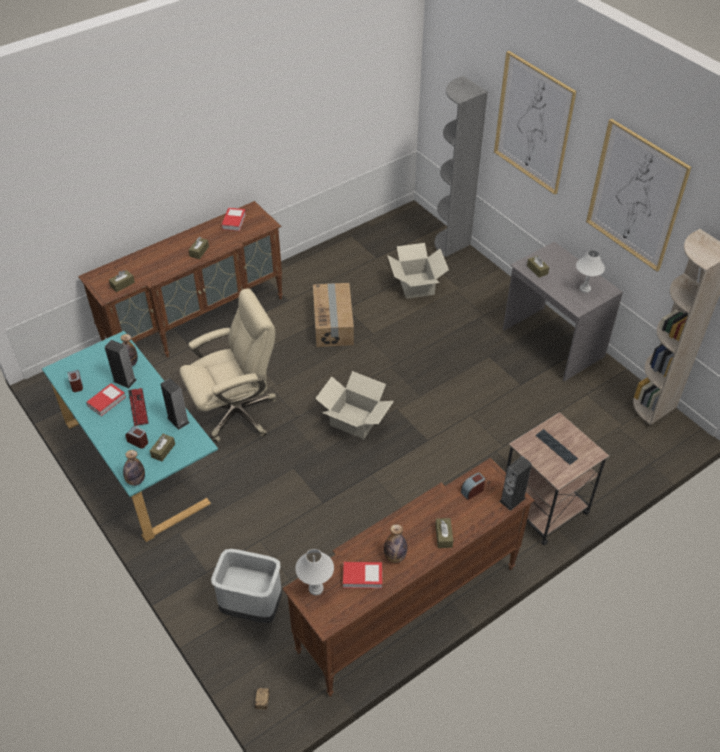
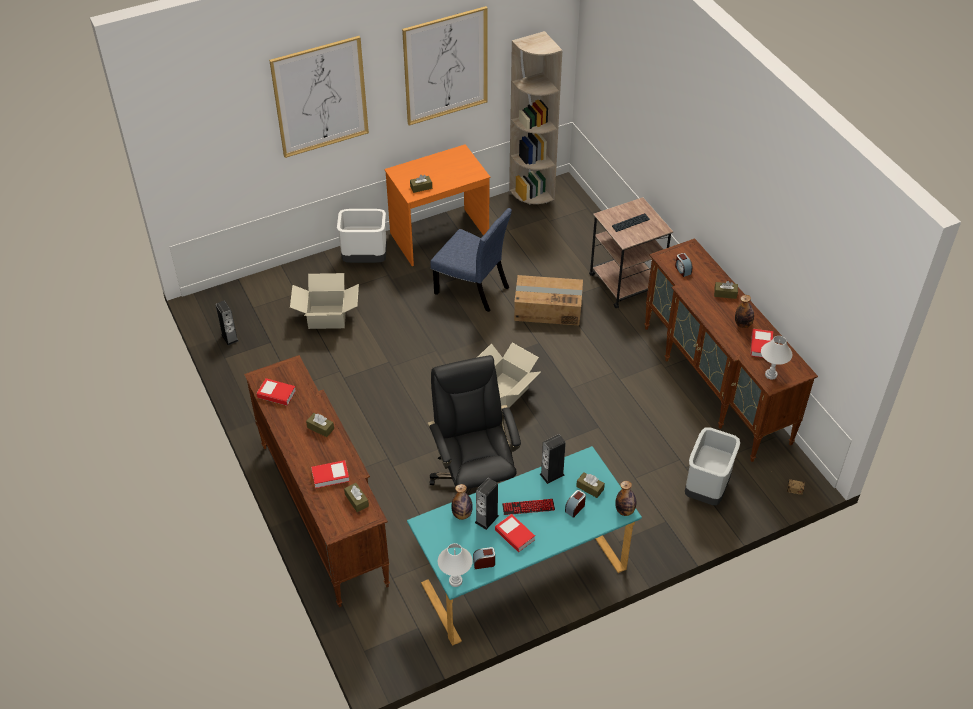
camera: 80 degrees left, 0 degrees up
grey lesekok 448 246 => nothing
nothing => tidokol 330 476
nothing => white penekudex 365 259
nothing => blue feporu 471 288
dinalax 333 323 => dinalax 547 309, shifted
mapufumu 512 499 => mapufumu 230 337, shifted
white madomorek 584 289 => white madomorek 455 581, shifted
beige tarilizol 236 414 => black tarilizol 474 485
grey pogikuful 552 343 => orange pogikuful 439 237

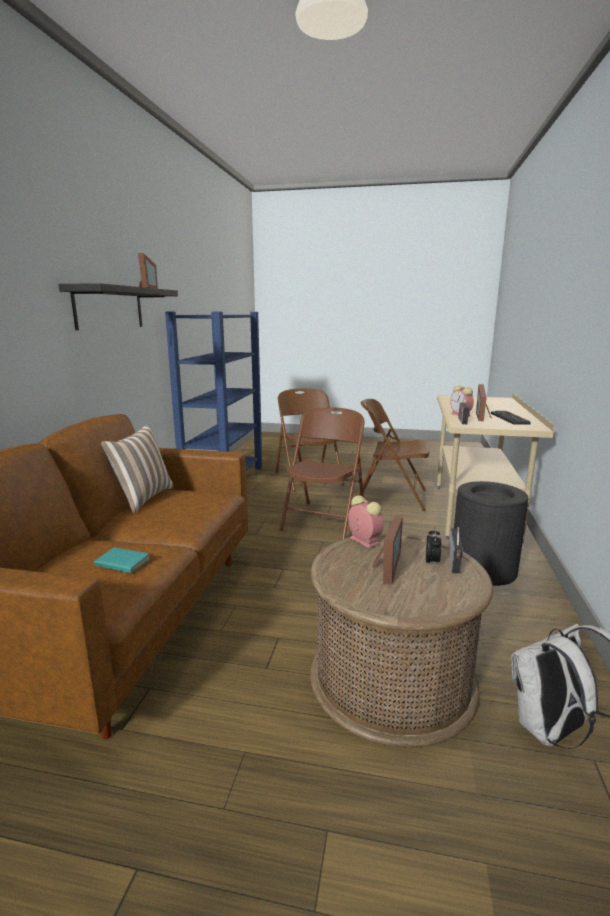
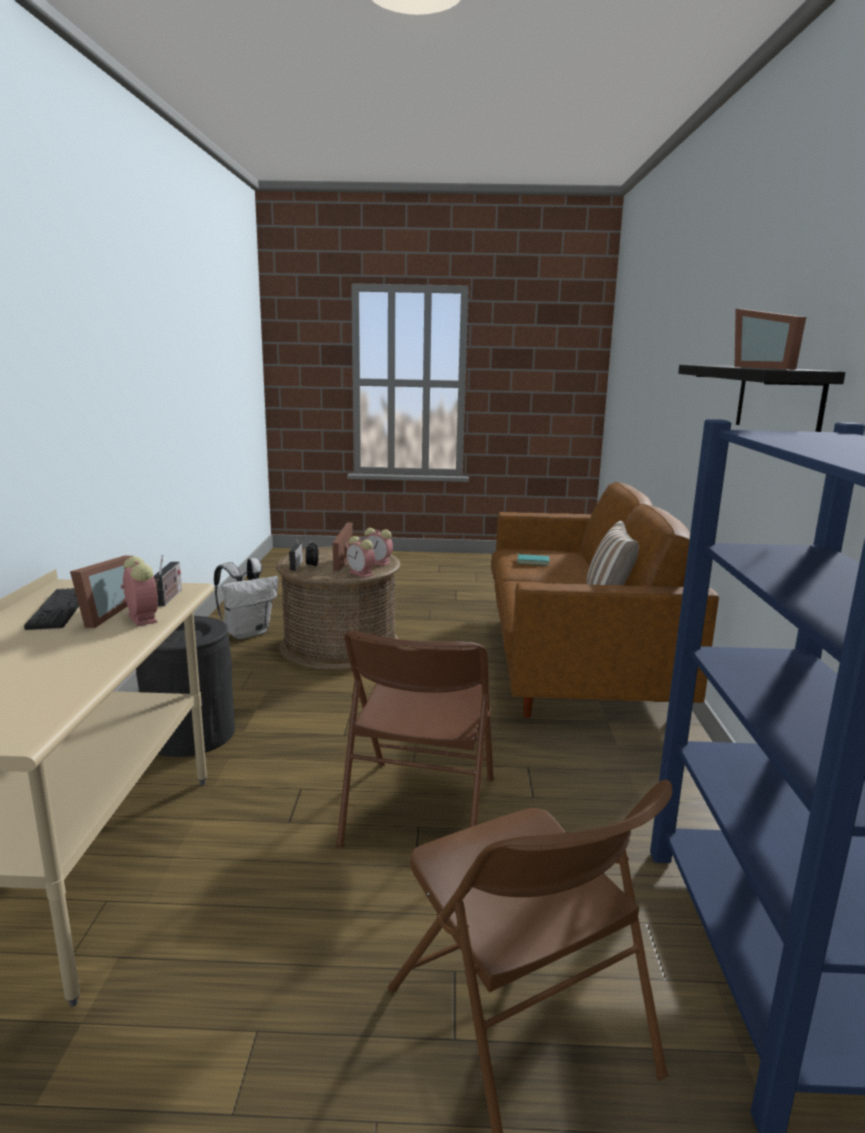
camera: 170 degrees right, 0 degrees up
brown feporu 391 497 => nothing
nothing => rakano 379 563

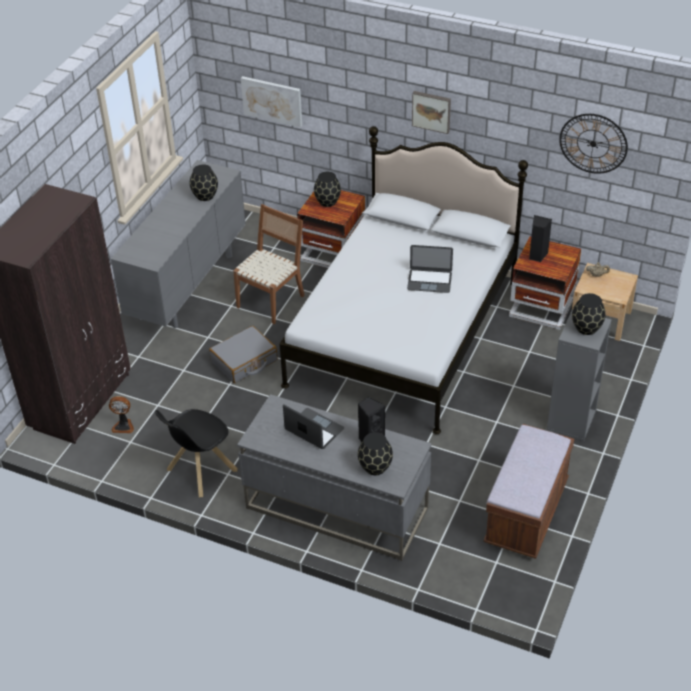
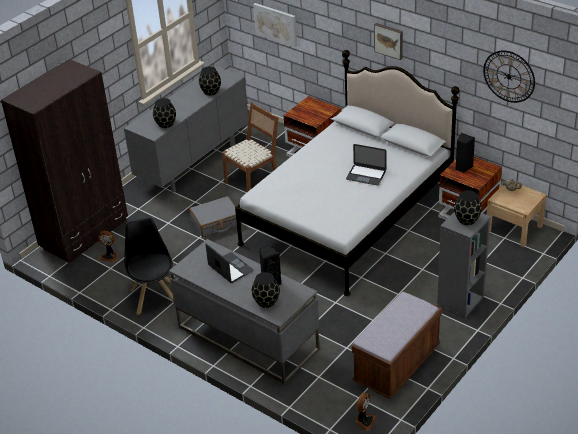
camera: 15 degrees right, 5 degrees down
nothing => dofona 364 421
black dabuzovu 327 202 => black dabuzovu 165 124, shifted
black feporu 200 471 => black feporu 154 296, 105 degrees clockwise

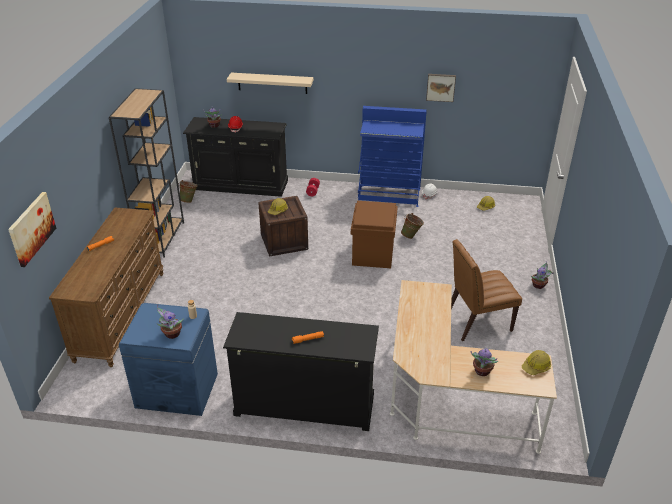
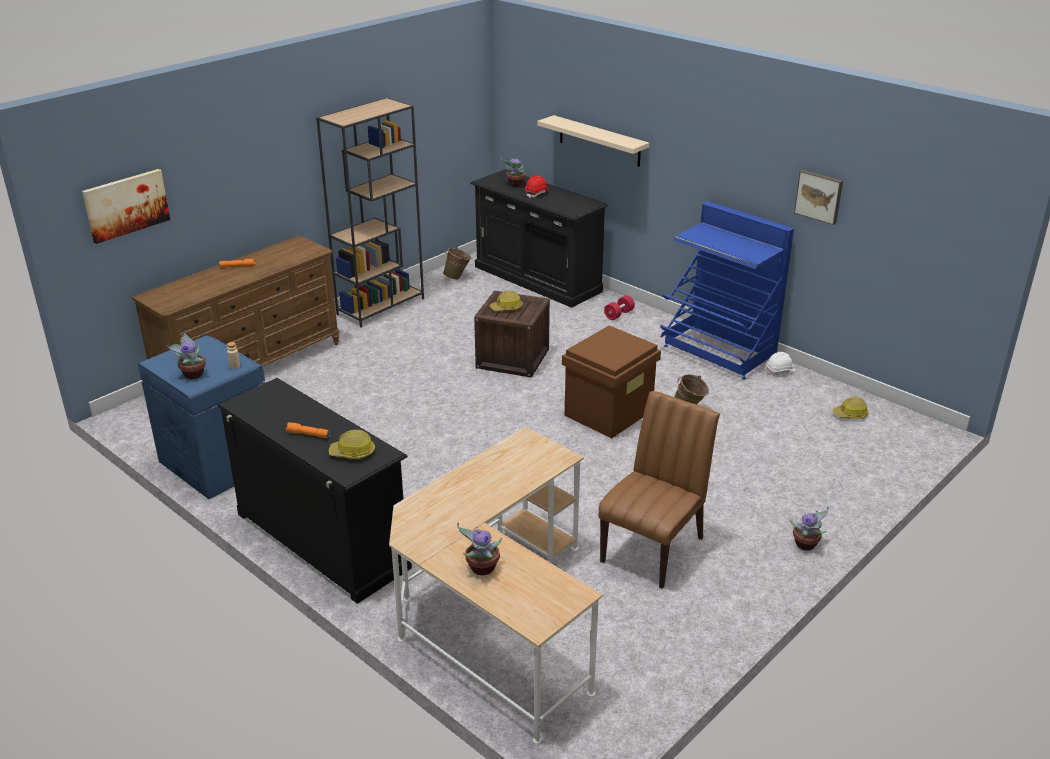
camera: 35 degrees right, 5 degrees down
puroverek 536 366 => puroverek 353 452, shifted
brown feporu 478 322 => brown feporu 652 551, 105 degrees clockwise

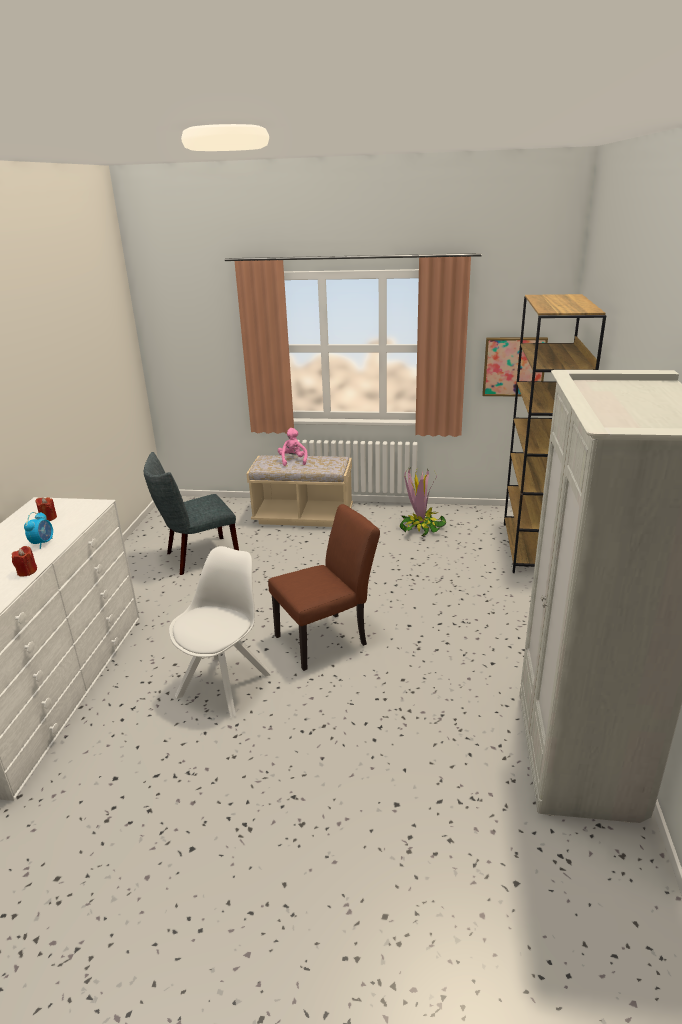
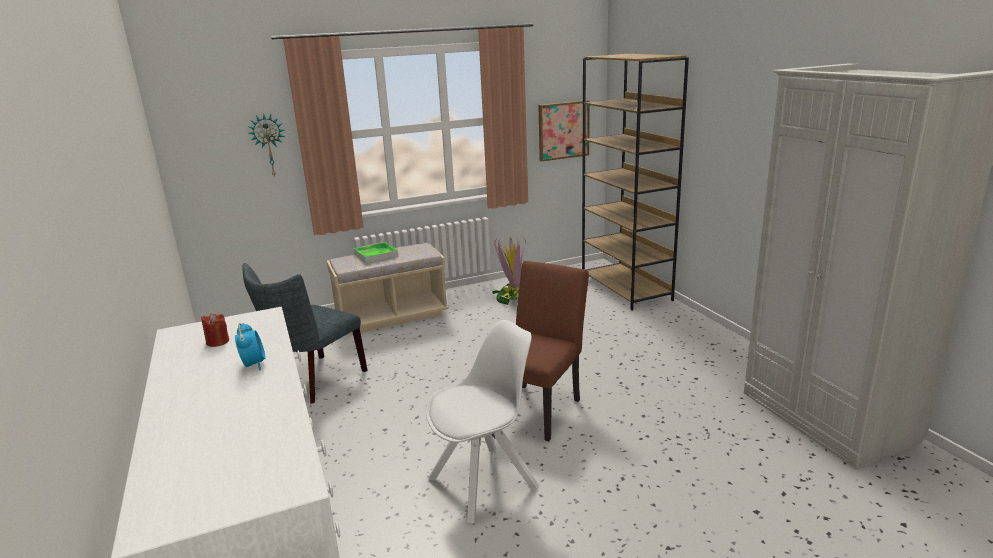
camera: 30 degrees left, 5 degrees down
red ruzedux 27 571 => nothing
nothing => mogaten 268 145
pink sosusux 293 460 => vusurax 376 255
white feporu 225 684 => white feporu 485 482, 60 degrees clockwise

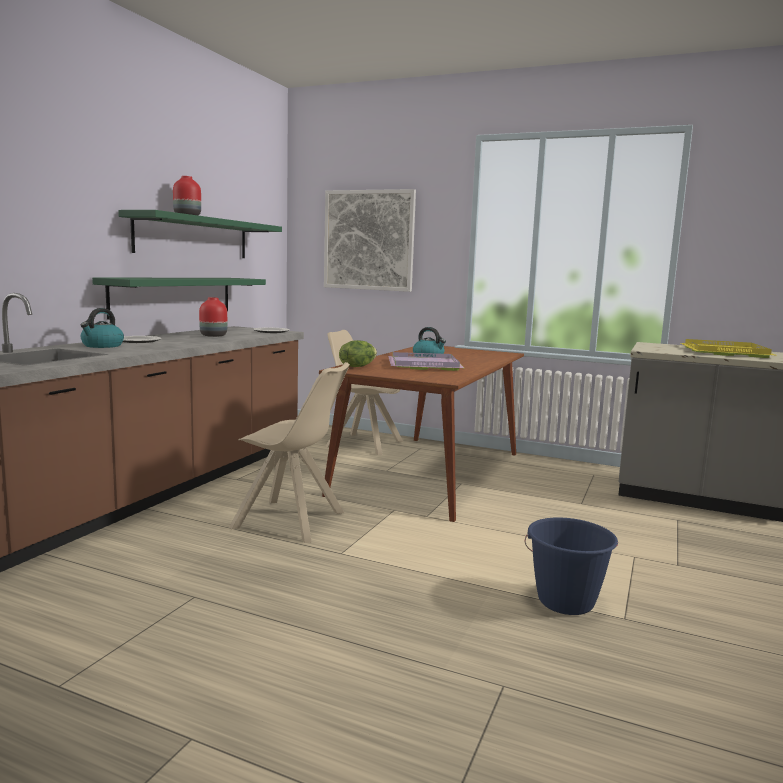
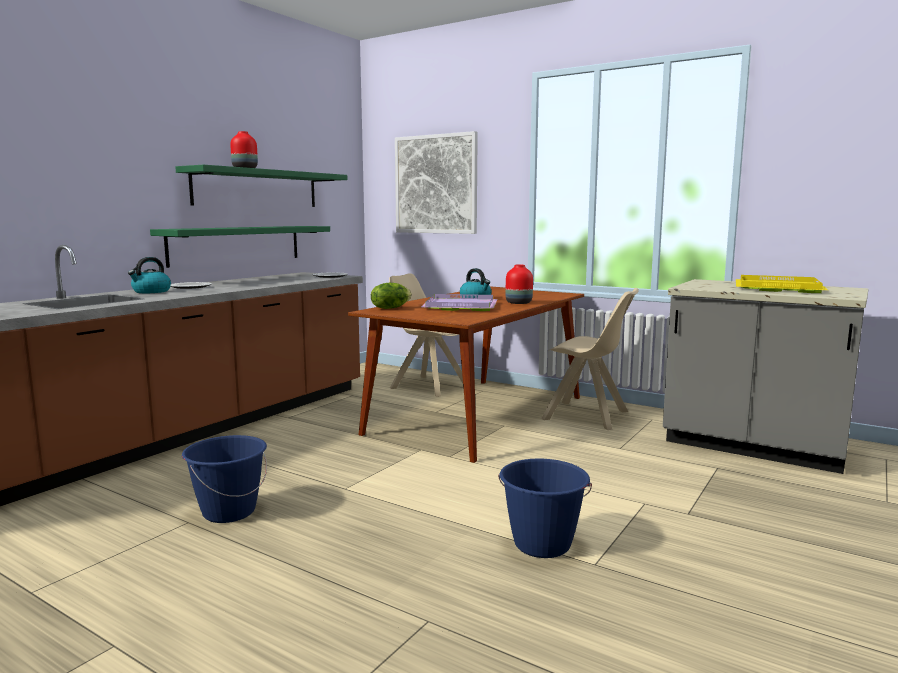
camera: 10 degrees right, 0 degrees up
nothing => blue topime 229 512
red dabuzovu 214 336 => red dabuzovu 519 303, shifted
beige feporu 291 521 => beige feporu 588 416, shifted

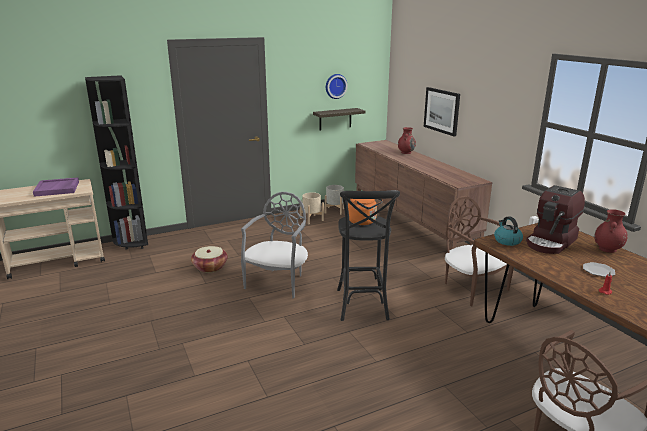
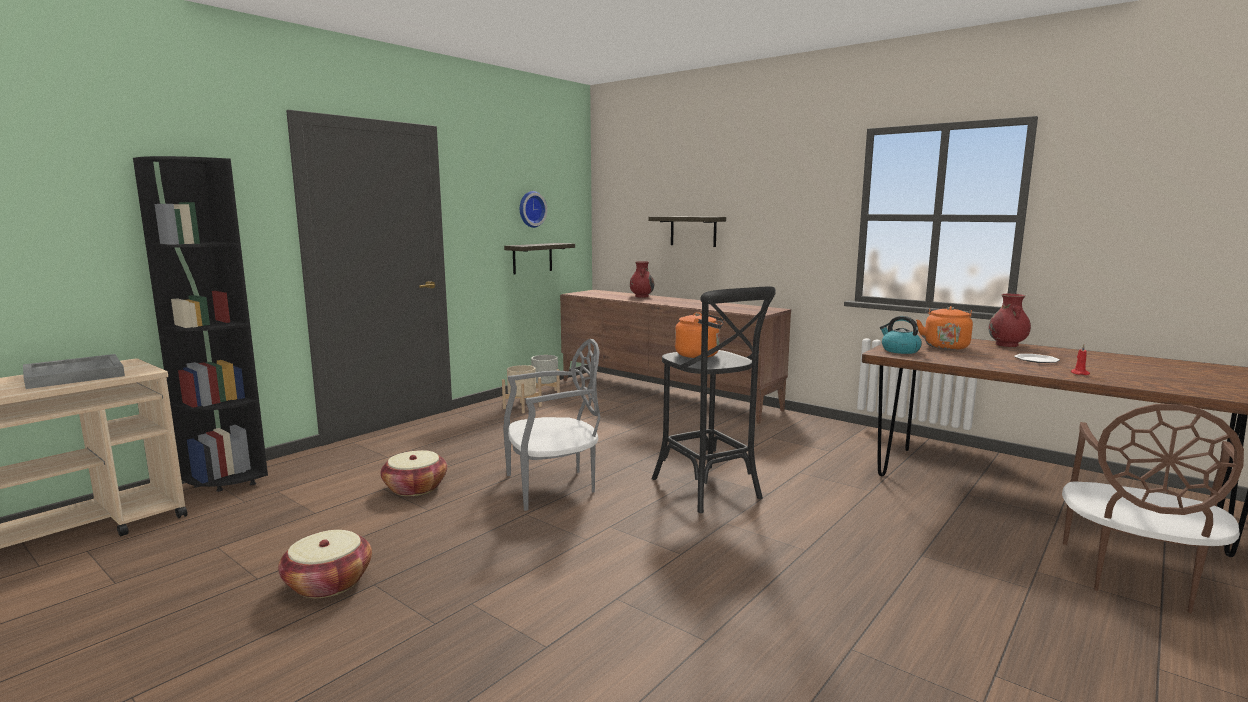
camera: 25 degrees left, 10 degrees down
brown feporu 472 287 => nothing
nothing => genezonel 328 583
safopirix 442 111 => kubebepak 693 231
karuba 551 242 => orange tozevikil 945 346
purple vusurax 57 189 => grey vusurax 75 375
grey feporu 278 282 => grey feporu 553 486, 75 degrees clockwise

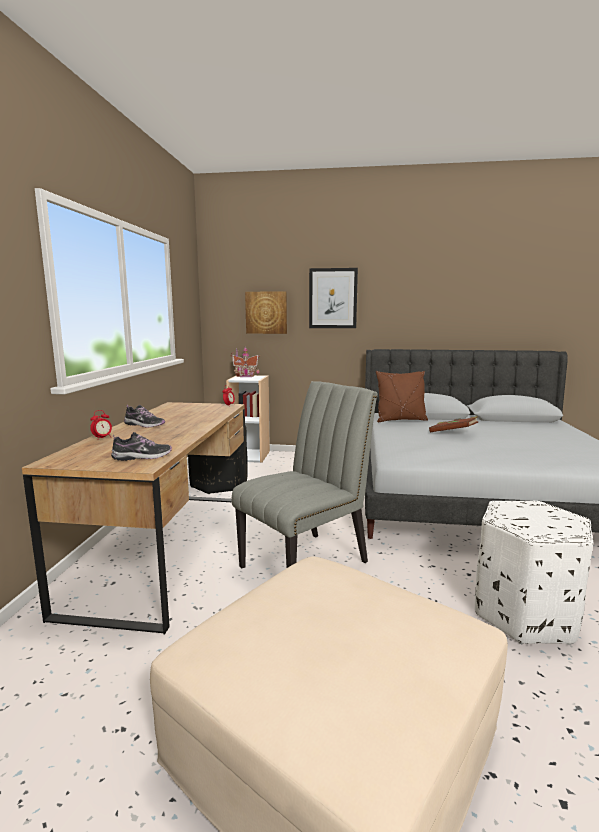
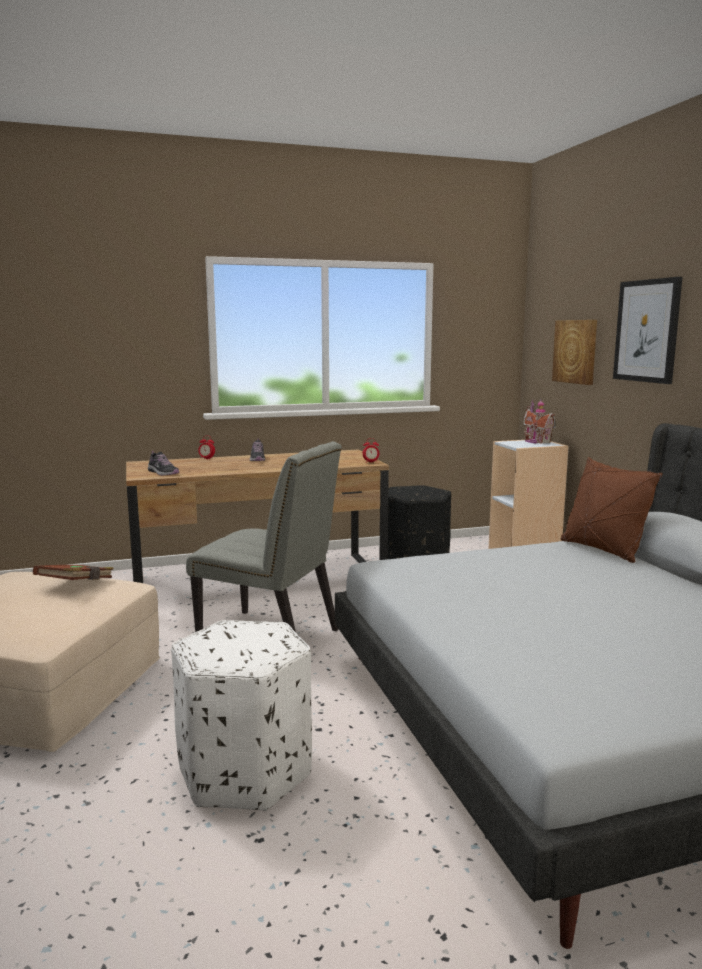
camera: 65 degrees right, 0 degrees up
brown tidokol 453 433 => brown tidokol 77 586, shifted

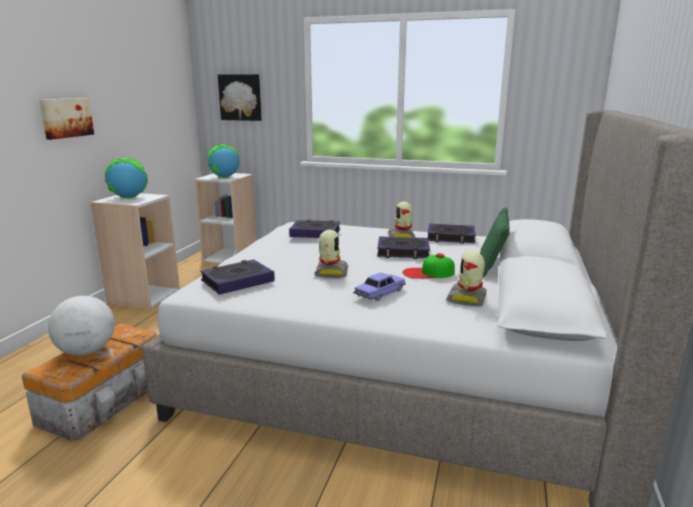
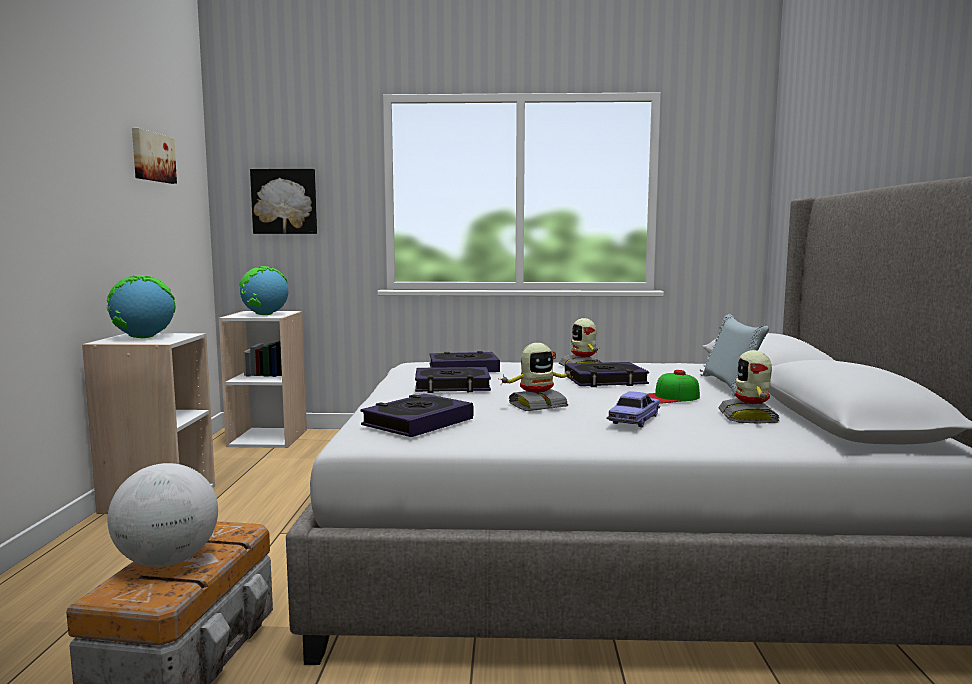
camera: 15 degrees left, 10 degrees down
safopirix 66 118 => safopirix 152 157, shifted
tidokol 450 237 => tidokol 452 386, shifted
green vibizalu 492 265 => blue vibizalu 730 386
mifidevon 330 272 => mifidevon 537 405, 75 degrees clockwise

